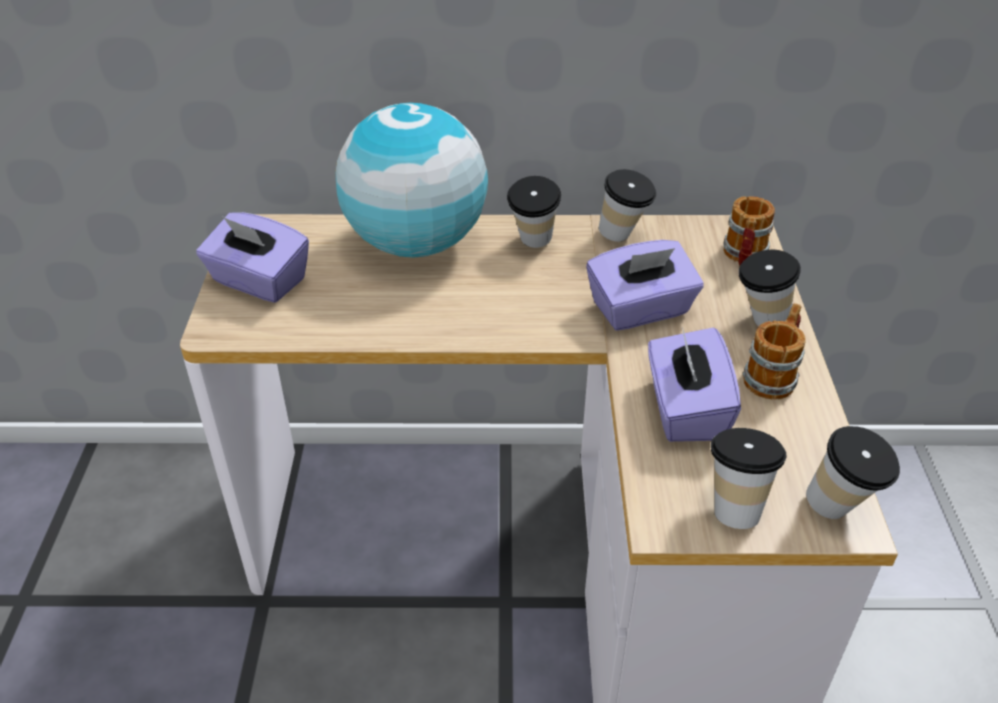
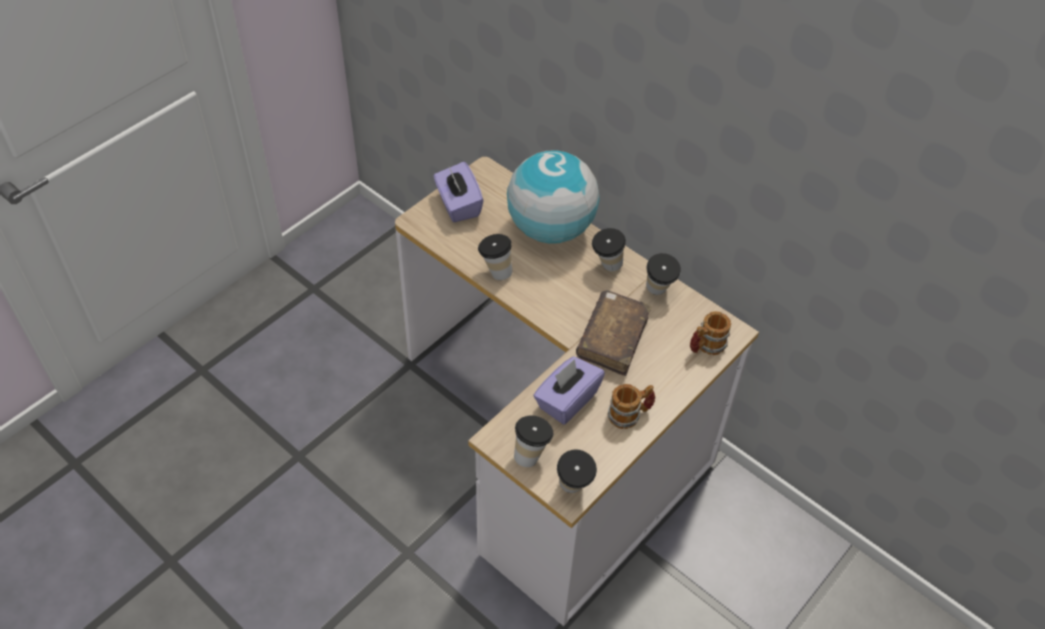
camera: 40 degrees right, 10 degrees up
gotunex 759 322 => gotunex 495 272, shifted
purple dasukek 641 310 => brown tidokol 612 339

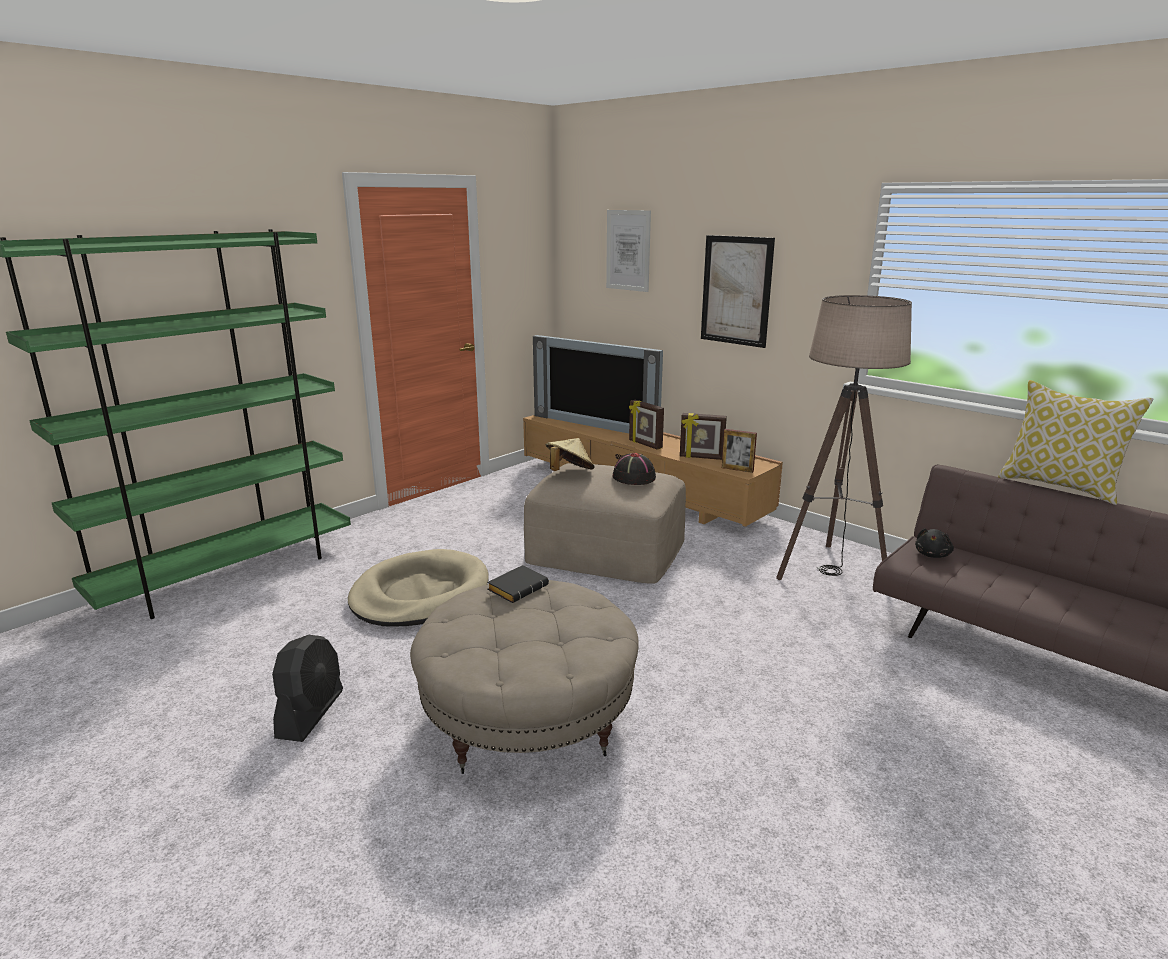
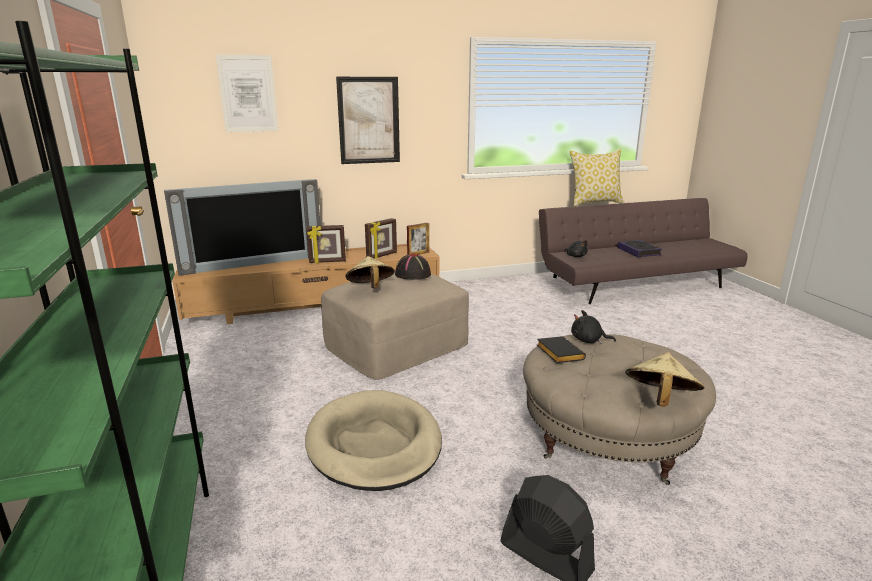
camera: 60 degrees left, 0 degrees up
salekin 831 571 => nothing
nothing => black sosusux 588 340
nothing => tidokol 638 251
nothing => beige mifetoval 659 400

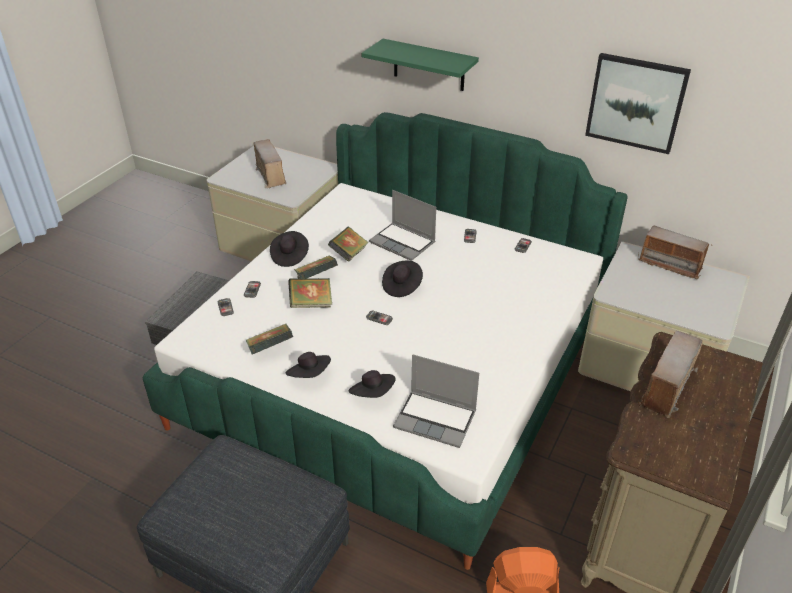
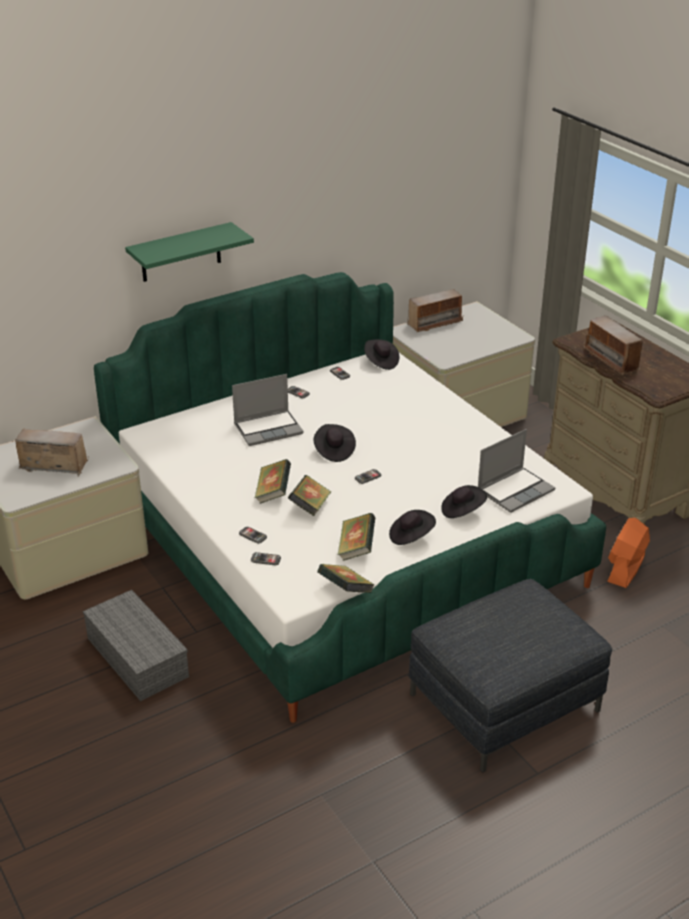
camera: 60 degrees left, 5 degrees down
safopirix 636 102 => nothing
black mifetoval 289 256 => black mifetoval 381 362, shifted
tidokol 349 254 => tidokol 345 591, shifted

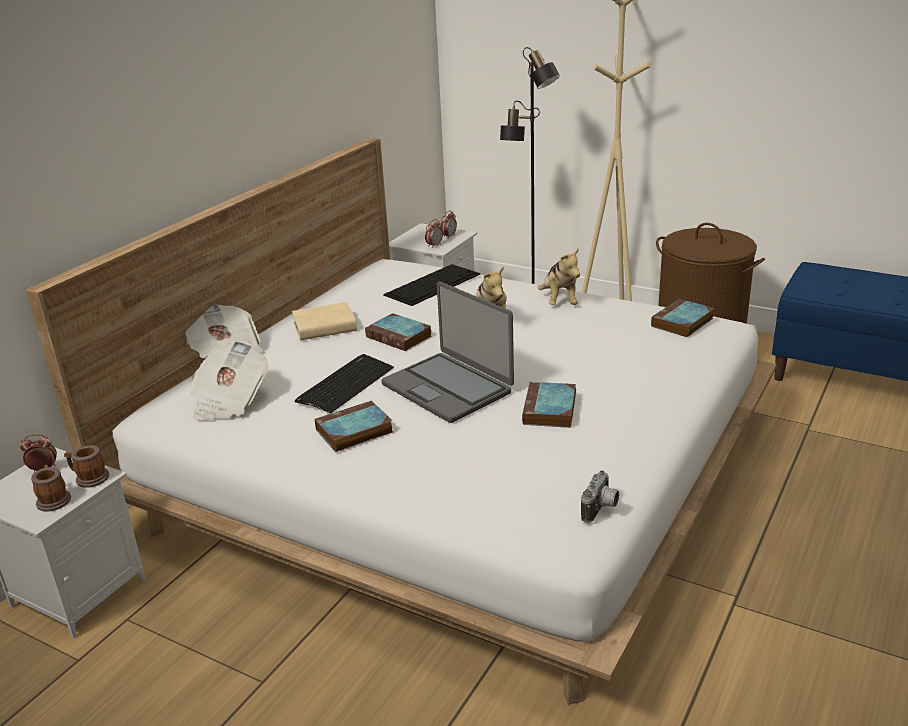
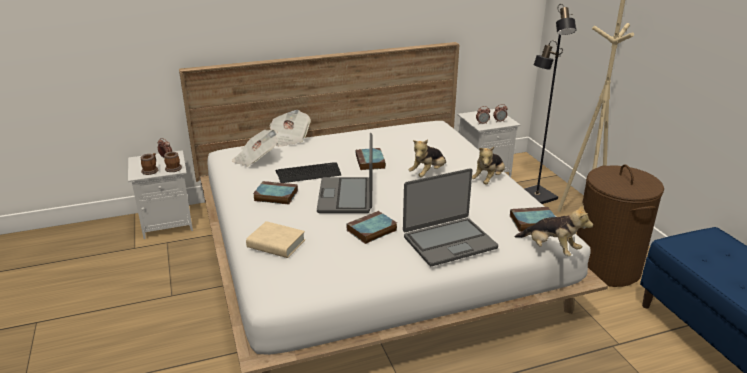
camera: 40 degrees right, 0 degrees up
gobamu 433 284 => nothing
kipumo 601 509 => nothing
nothing => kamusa 449 242
nothing => sosusux 550 249
beige tidokol 325 327 => beige tidokol 276 244, shifted

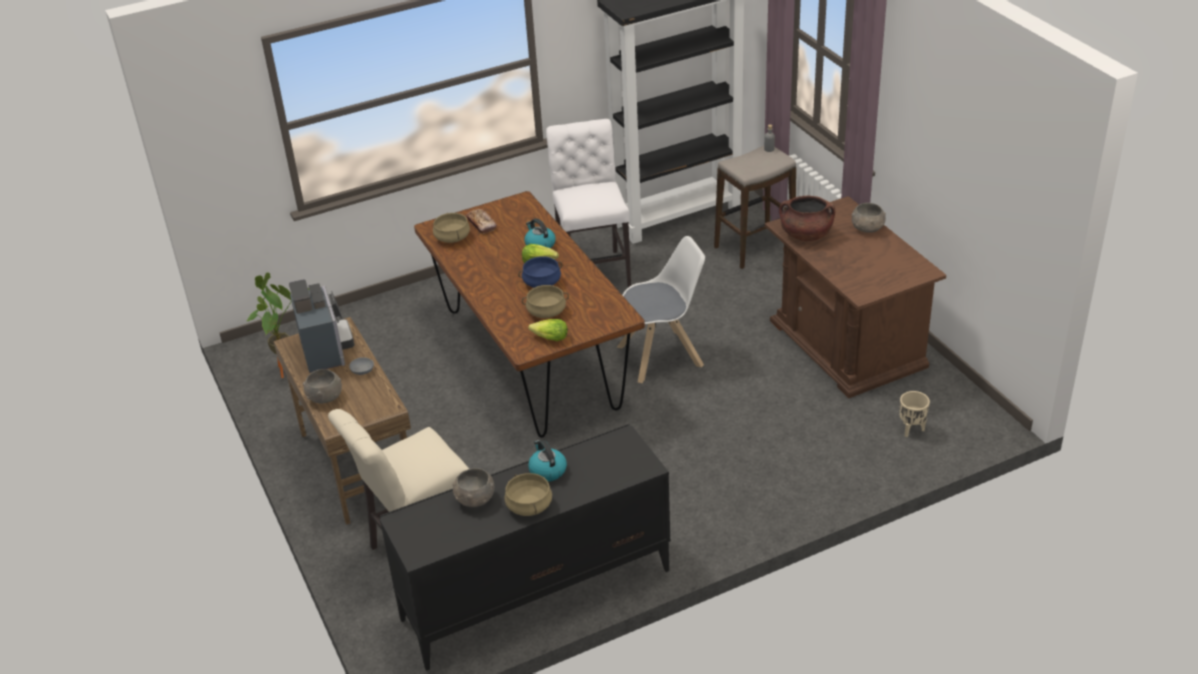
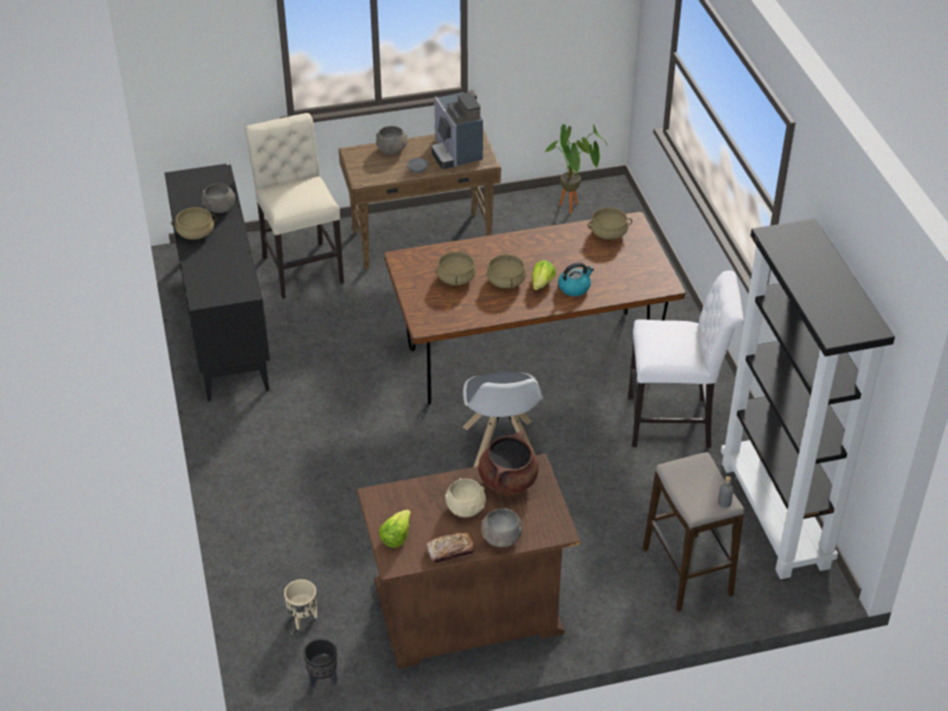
camera: 100 degrees right, 5 degrees up
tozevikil 547 470 => nothing
nothing => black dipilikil 322 679
nothing => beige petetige 466 507
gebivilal 481 224 => gebivilal 450 551, shifted
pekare 550 338 => pekare 396 536, shifted
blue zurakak 542 282 => beige zurakak 506 281
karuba 326 350 => karuba 456 152, 75 degrees clockwise

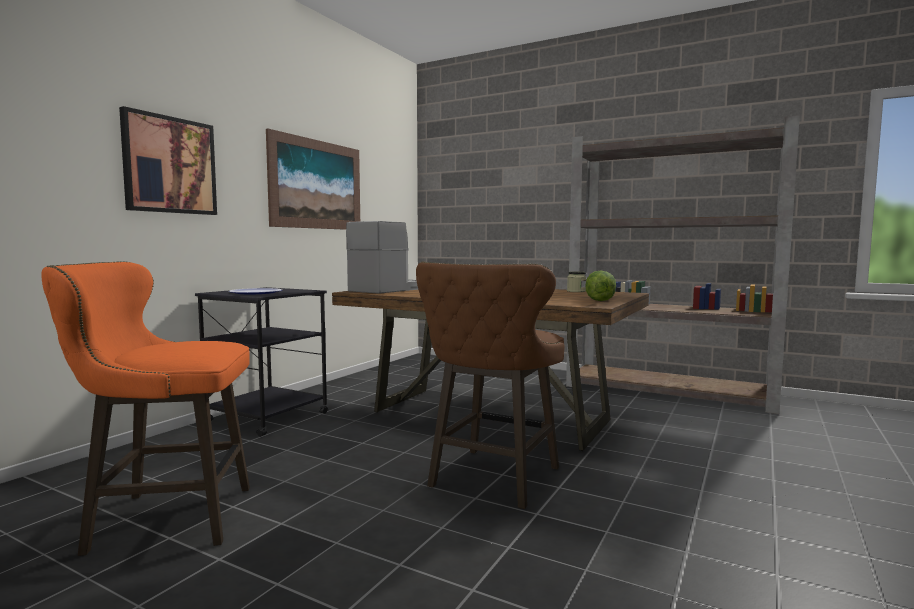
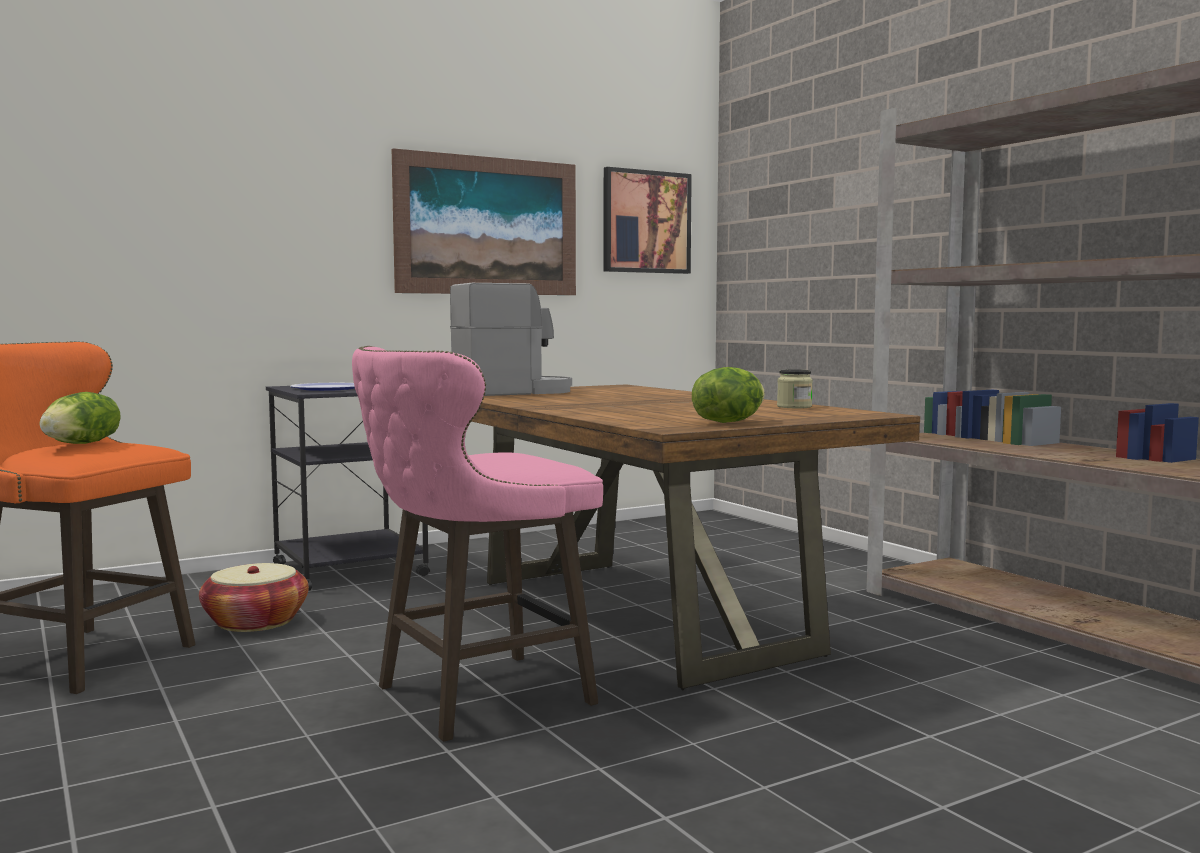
camera: 30 degrees right, 0 degrees up
nothing => pekare 83 444
nothing => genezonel 256 622
safopirix 170 165 => safopirix 646 222, shifted
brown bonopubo 492 479 => pink bonopubo 474 697

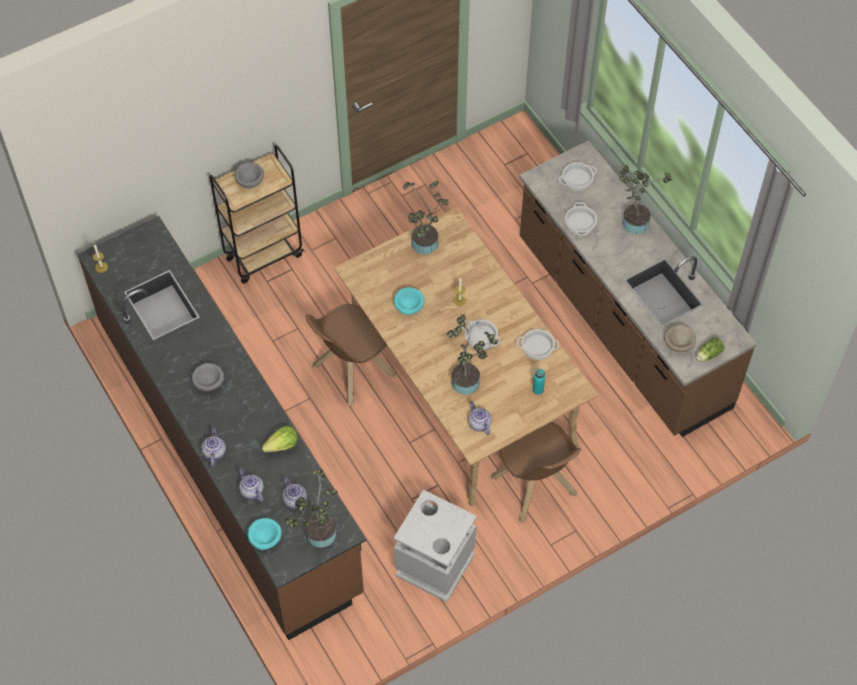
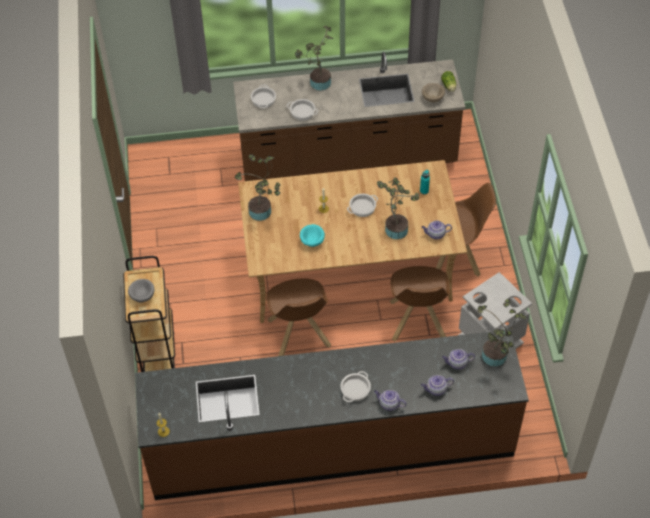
camera: 65 degrees left, 5 degrees down
grey petetige 209 383 => nothing
turquoise petetige 264 538 => nothing
pekare 282 445 => nothing
nothing => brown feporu 417 321
zurakak 538 346 => zurakak 355 389, shifted

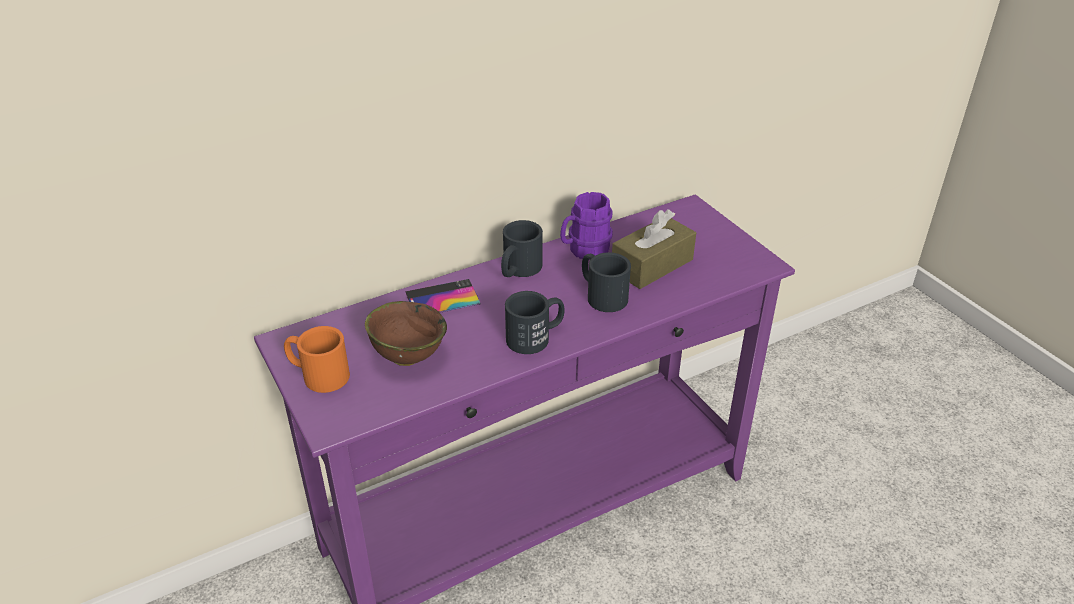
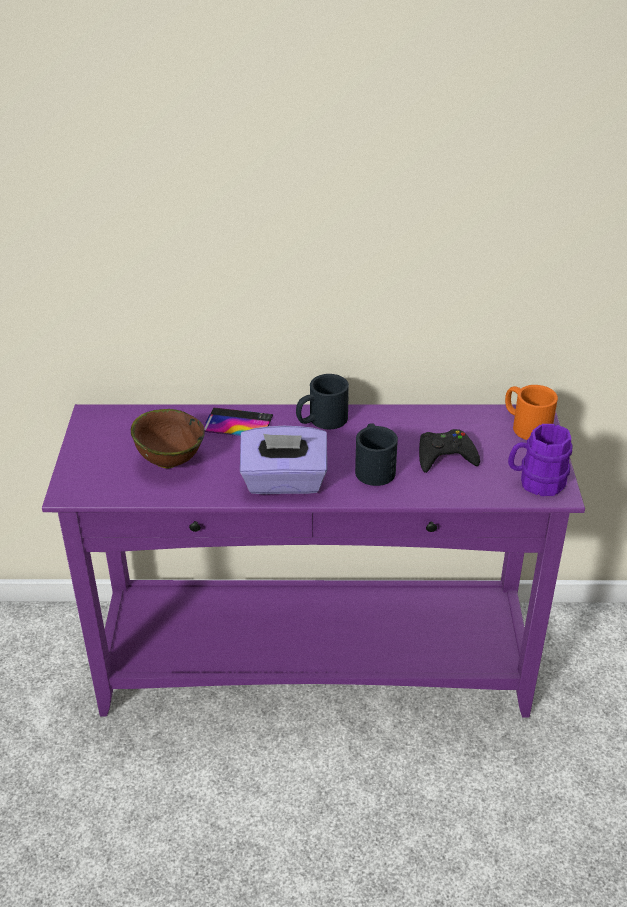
camera: 30 degrees right, 0 degrees up
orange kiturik 318 374 => orange kiturik 525 425, shifted
purple kiturik 584 249 => purple kiturik 536 482, shifted
black kiturik 536 337 => purple dasukek 284 482
brown dasukek 652 265 => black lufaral 445 456

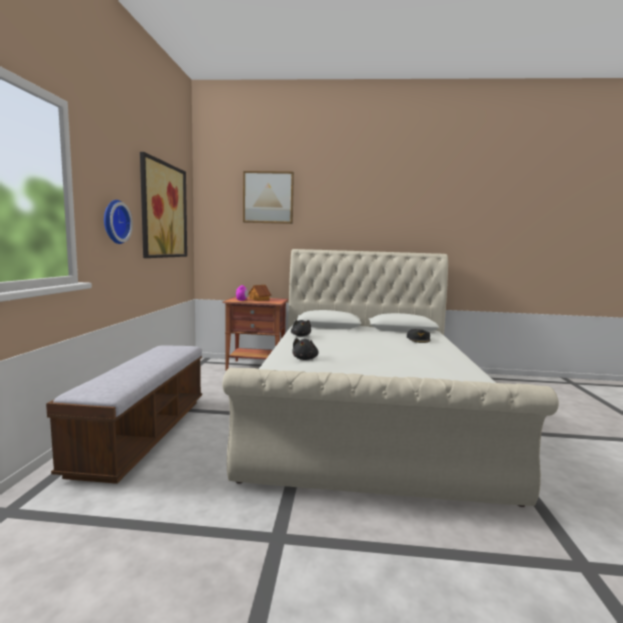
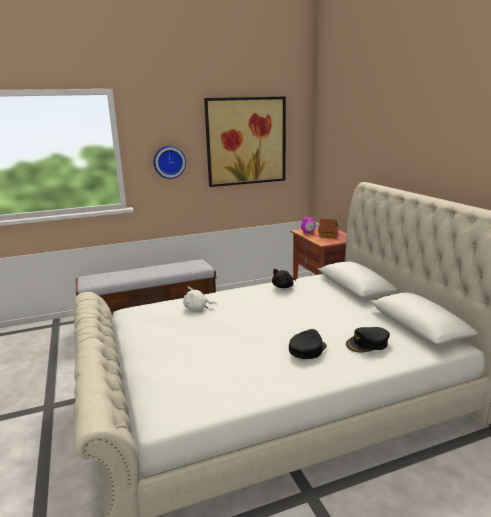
camera: 65 degrees right, 10 degrees up
safopirix 268 197 => nothing
nothing => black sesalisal 307 349
black sosusux 305 359 => white sosusux 197 308

